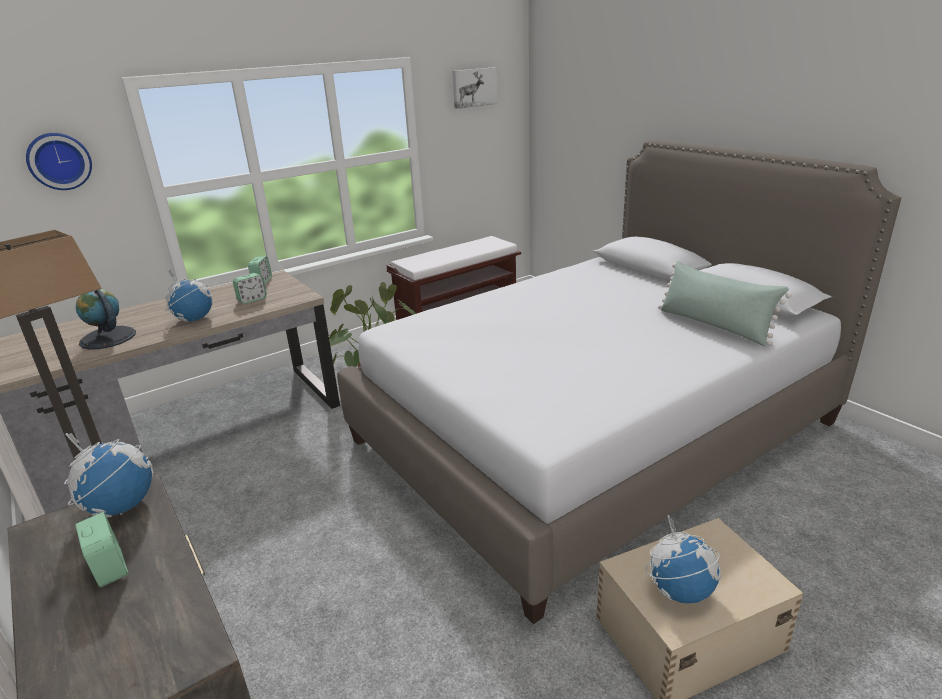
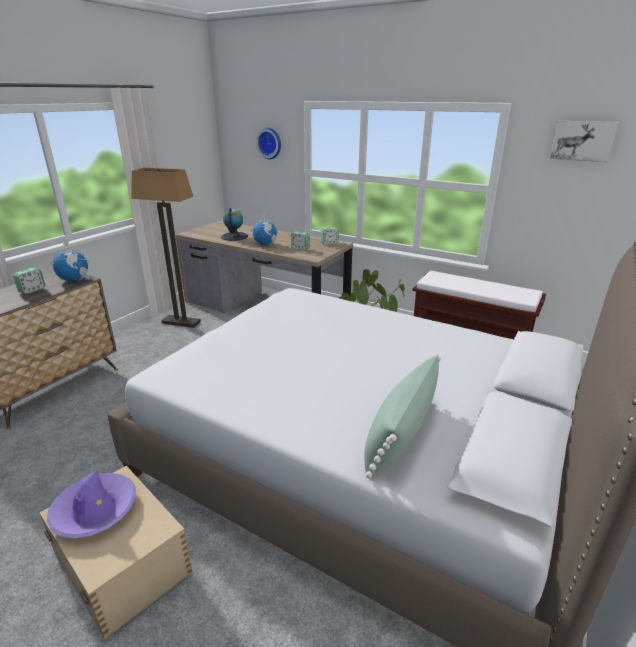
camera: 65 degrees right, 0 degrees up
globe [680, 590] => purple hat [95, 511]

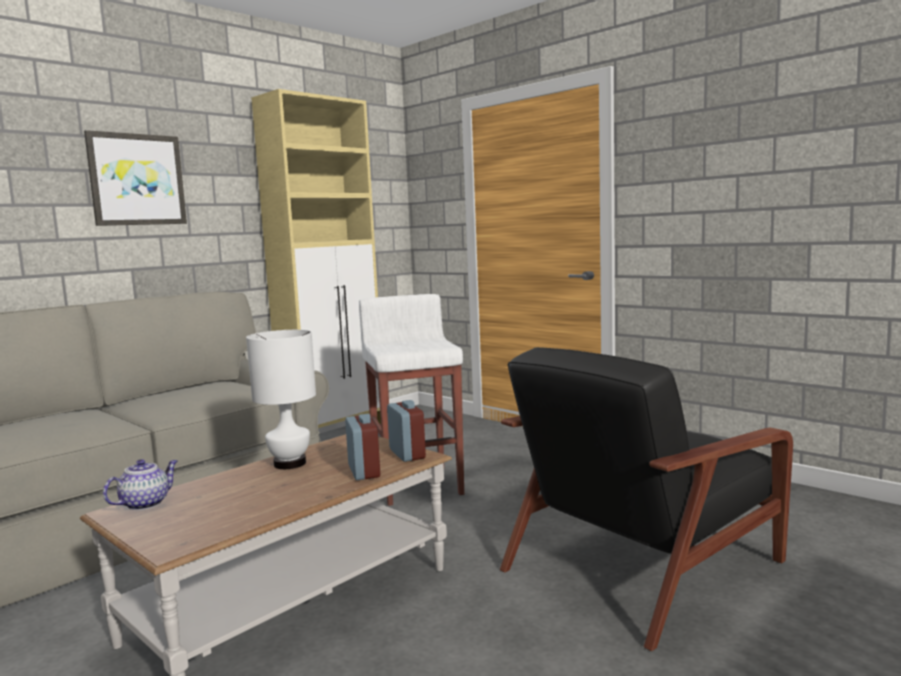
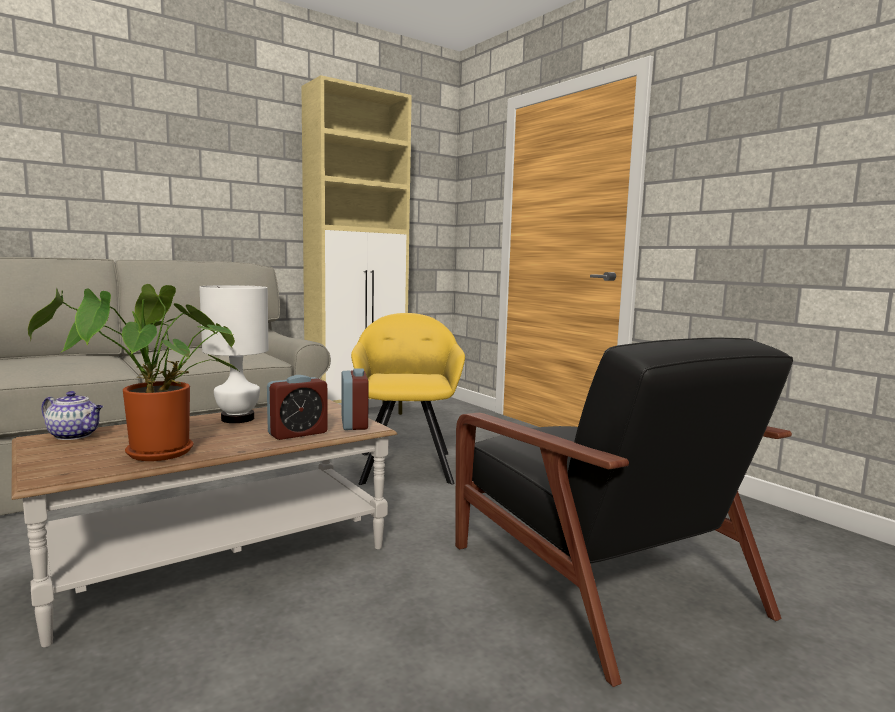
camera: 10 degrees right, 0 degrees up
picture [137, 180] => nothing
teapot [145, 503] => teapot [75, 435], 60 degrees clockwise
alarm clock [364, 471] => alarm clock [298, 433], 60 degrees clockwise
white stool [418, 484] => yellow armchair [406, 465]
black armchair [645, 563] => black armchair [596, 575], 90 degrees counterclockwise
nothing => potted plant [154, 455]

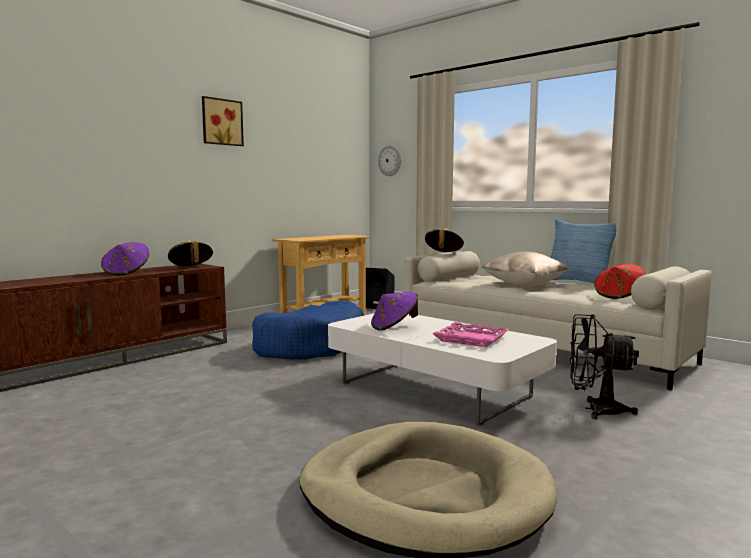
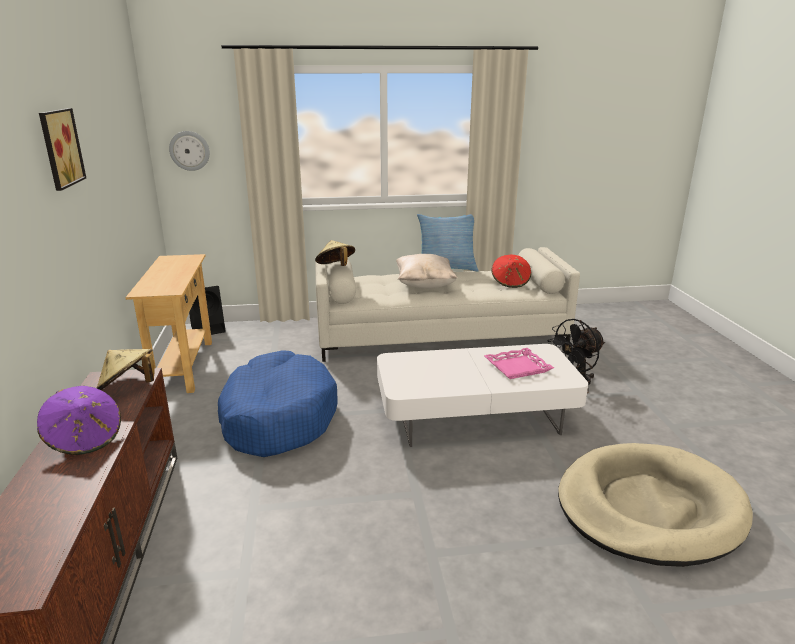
camera: 50 degrees left, 15 degrees up
purple hat [394, 327] => nothing

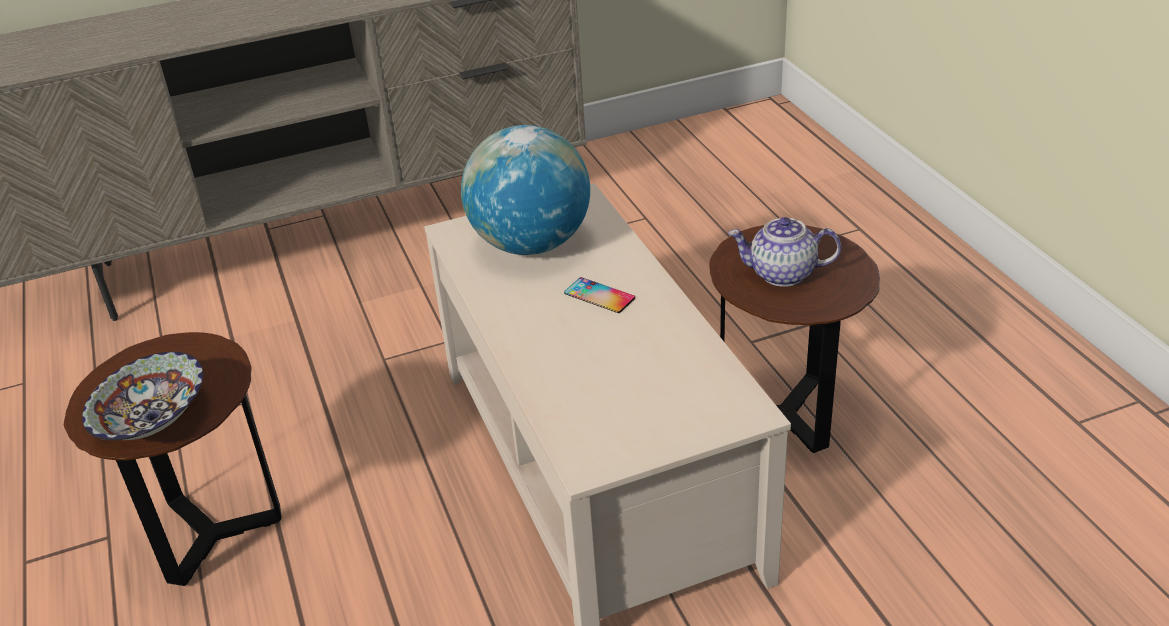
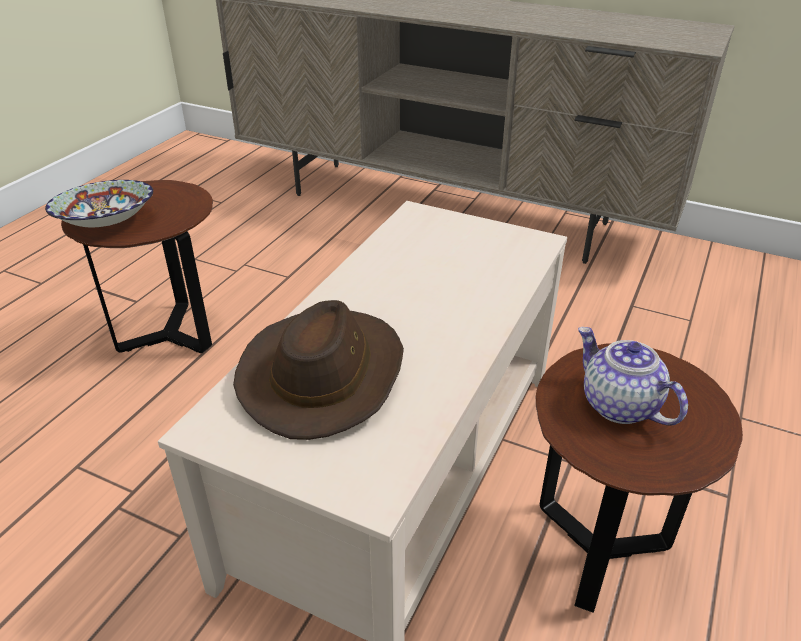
camera: 45 degrees right, 0 degrees up
globe [531, 244] => nothing
phone [599, 295] => nothing
nothing => brown hat [323, 373]

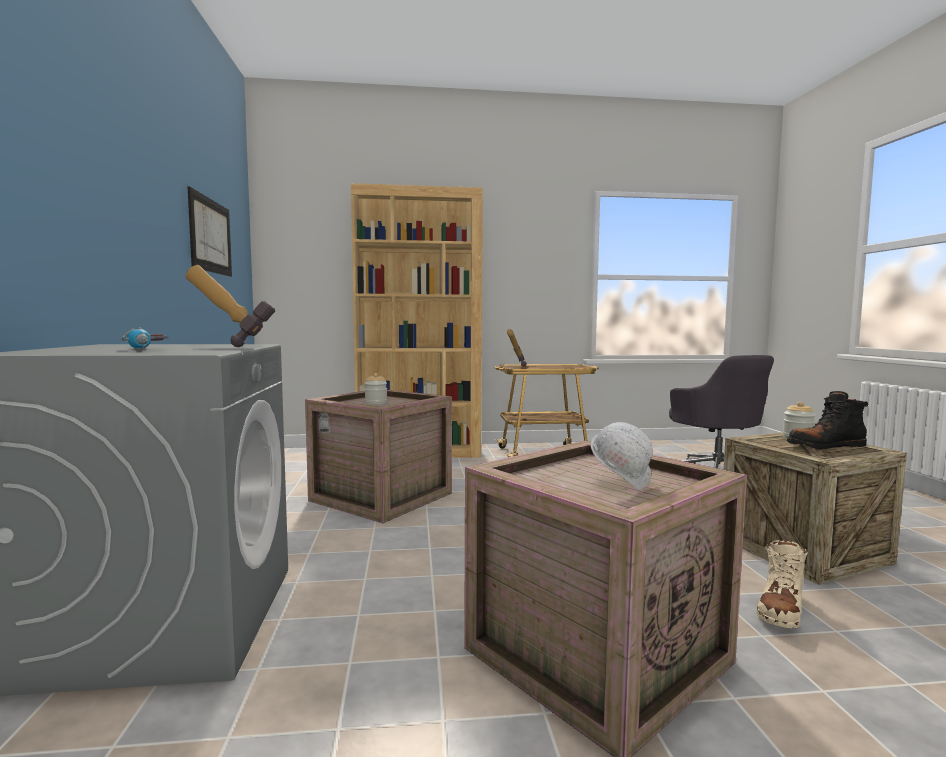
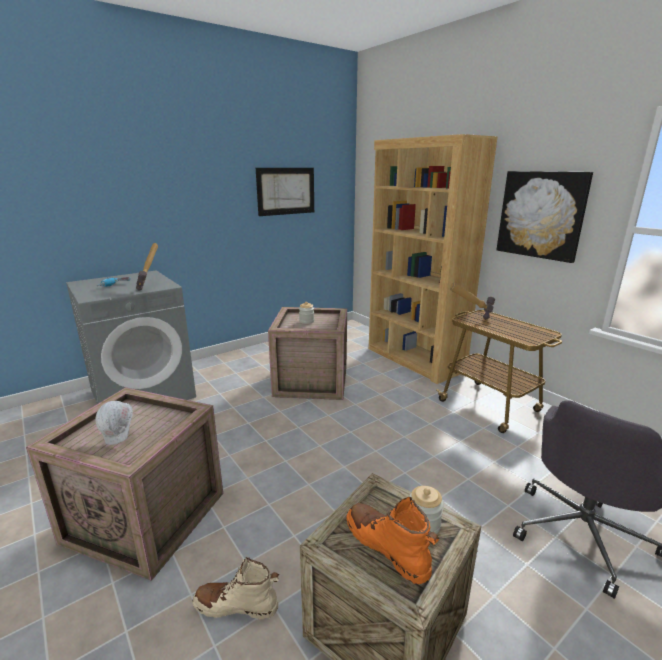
camera: 60 degrees right, 15 degrees up
black boot [825, 447] => orange boot [387, 547]
nothing => picture [541, 215]

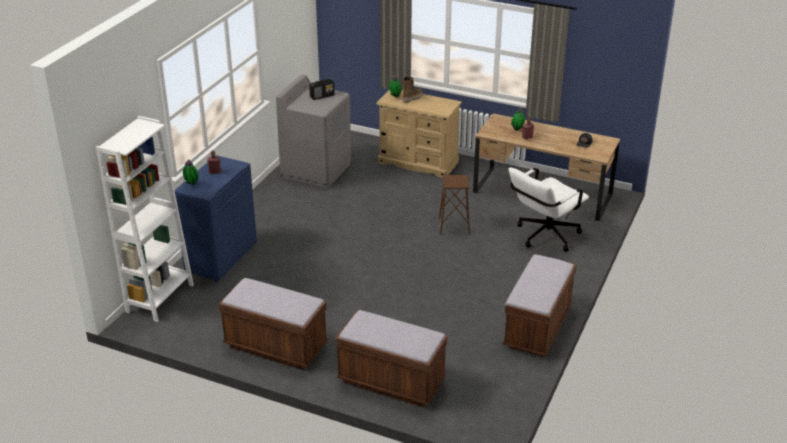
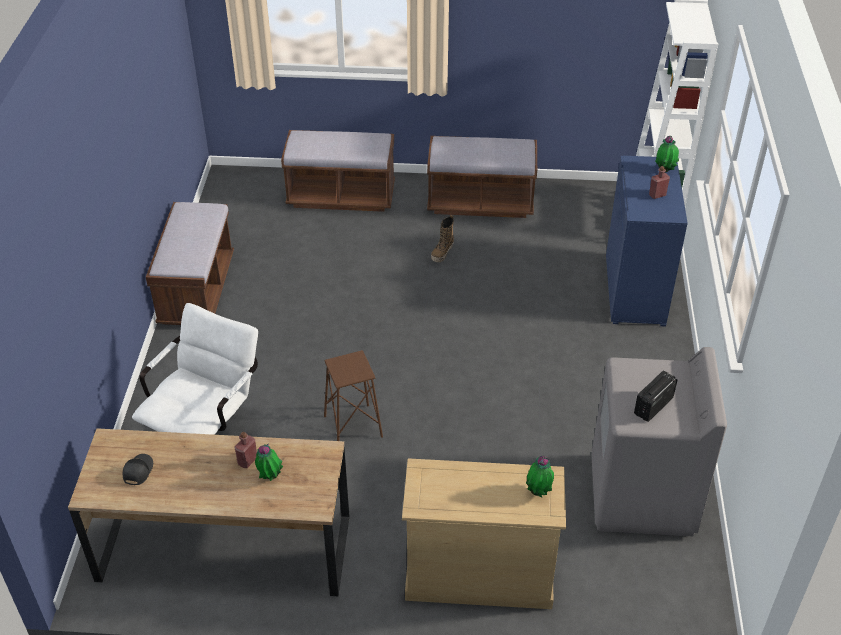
camera: 160 degrees right, 10 degrees up
boot [412, 98] => boot [442, 253], move

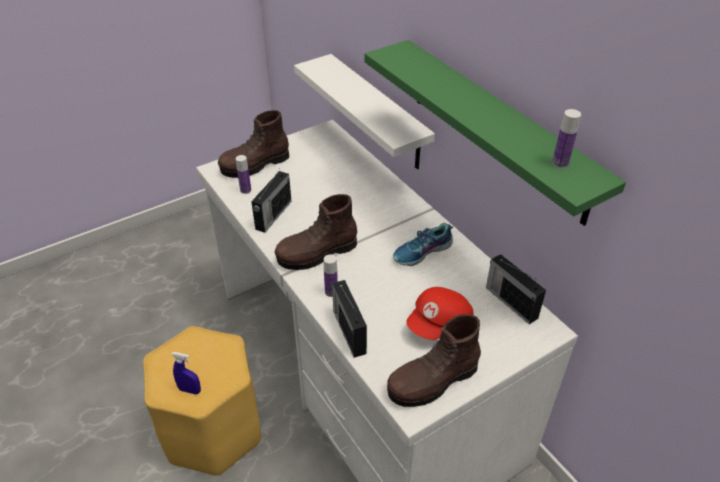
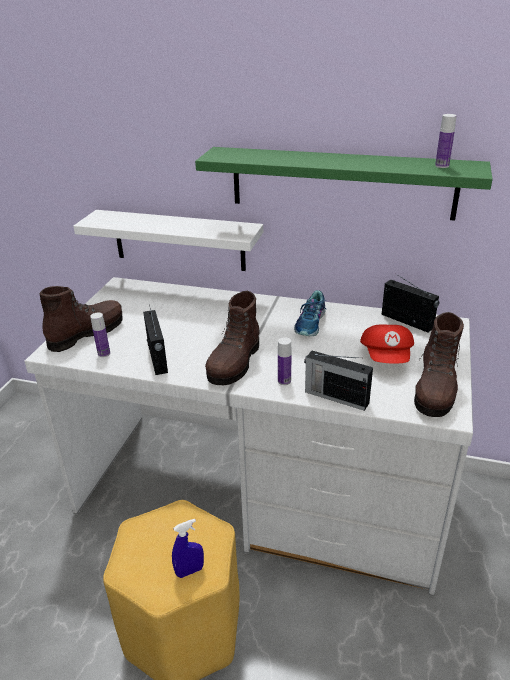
camera: 40 degrees left, 10 degrees down
brown boot [255, 165] => brown boot [86, 333], 150 degrees counterclockwise
radio [510, 301] => radio [408, 321], 150 degrees counterclockwise

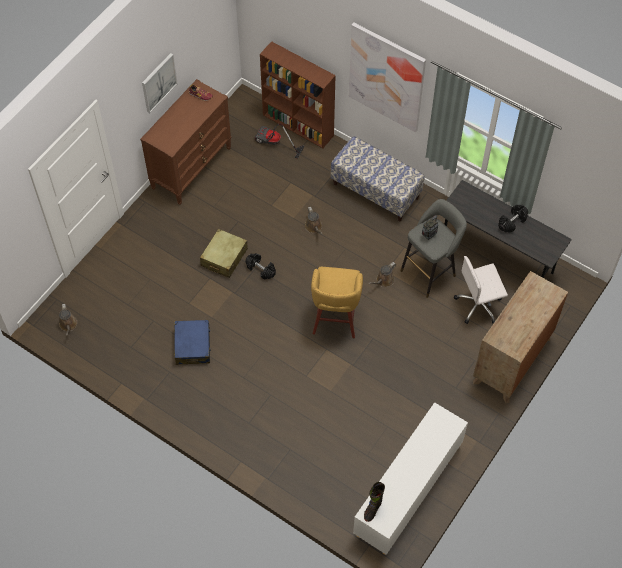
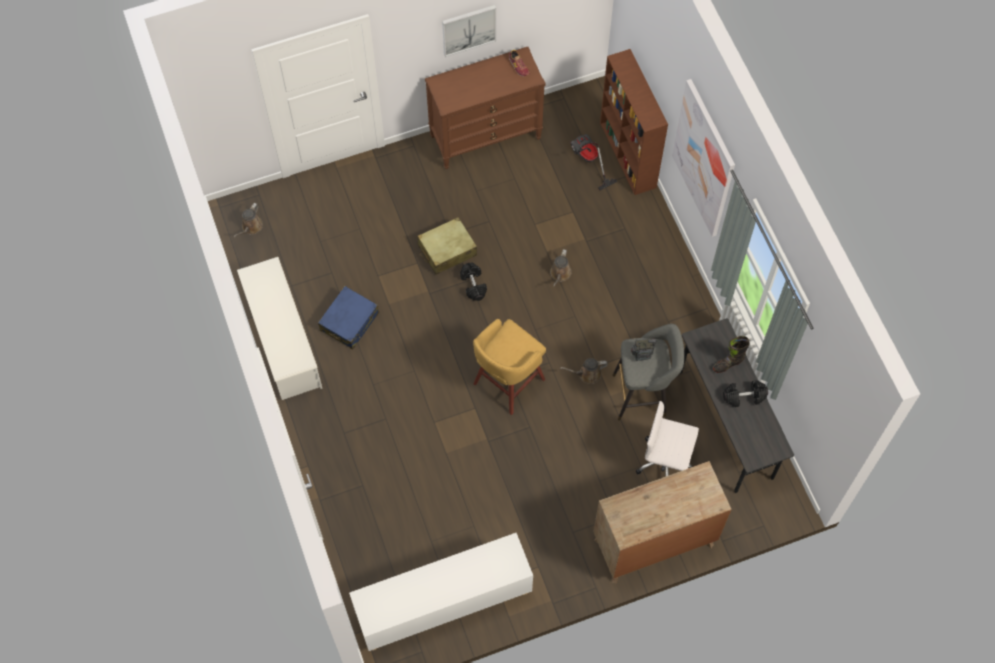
camera: 35 degrees right, 5 degrees up
bench [376, 191] => nothing
black boot [373, 508] => black boot [728, 364], move
nothing => white shoe rack [283, 342]

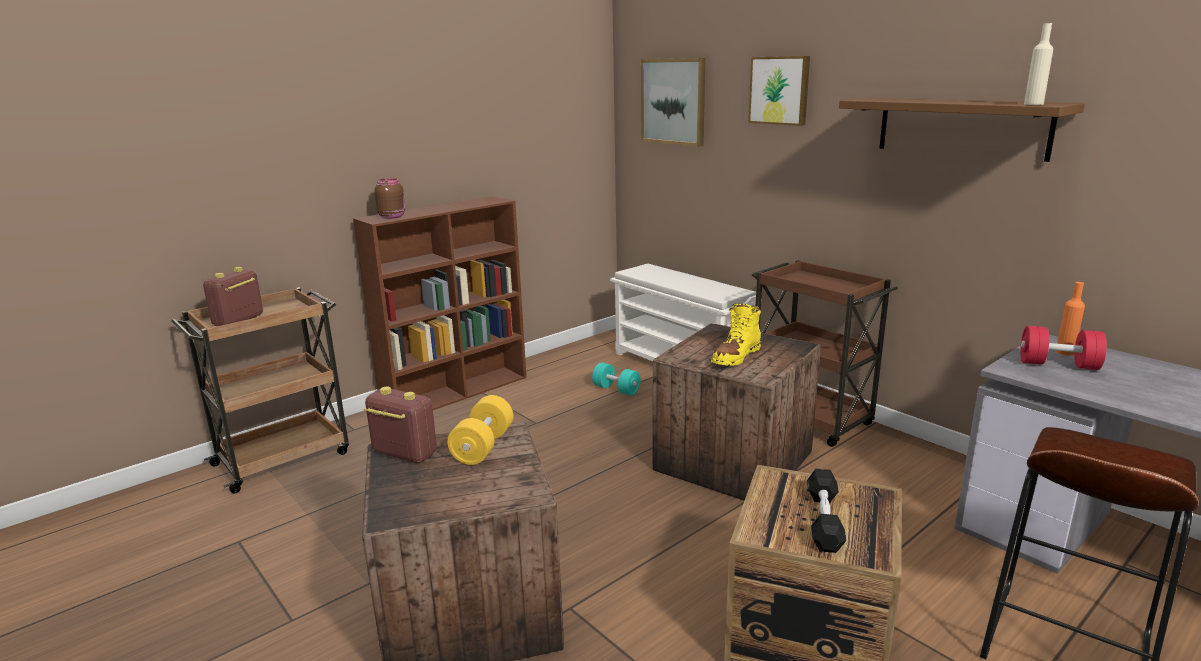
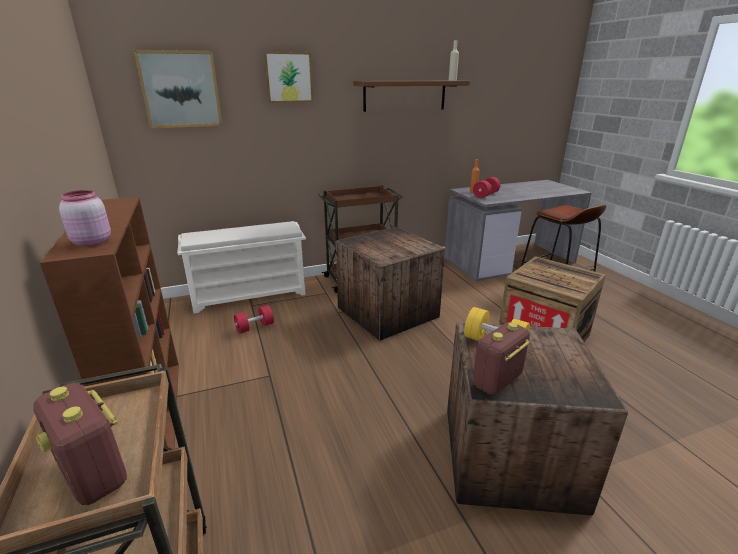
camera: 70 degrees left, 5 degrees up
brown jar [392, 216] => pink jar [92, 242]
turquoise dumbbell [616, 389] => red dumbbell [255, 327]
yellow boot [736, 357] => nothing
black dumbbell [824, 520] => nothing

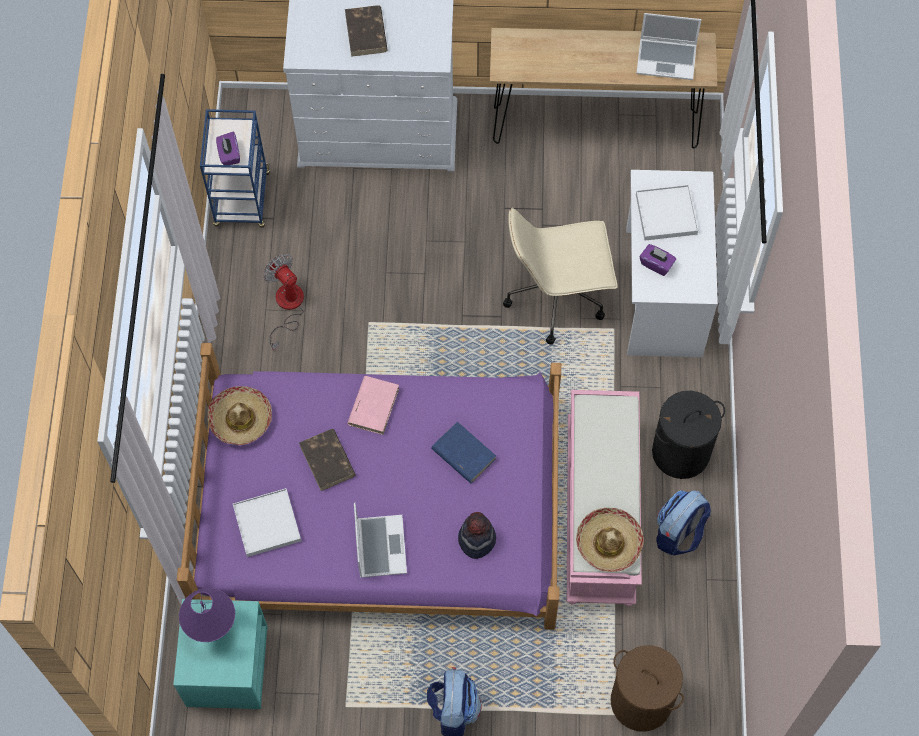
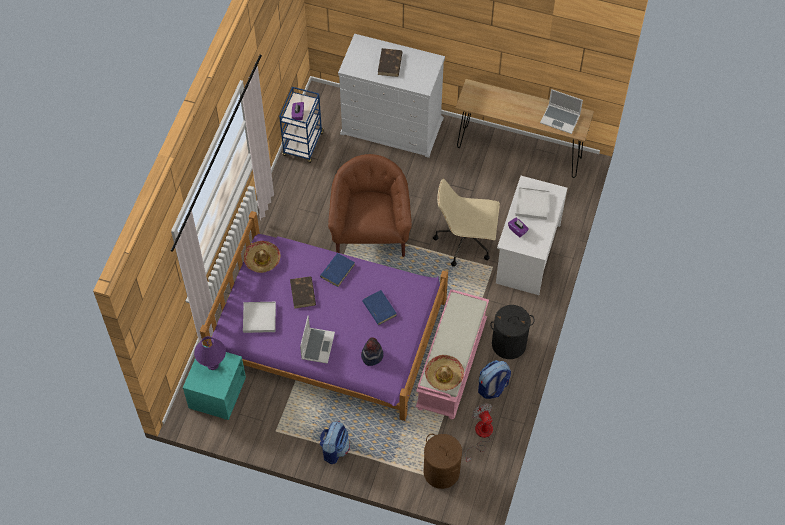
camera: 15 degrees right, 5 degrees down
fan [287, 307] => fan [481, 435], move
pink book [373, 406] => blue book [337, 270]
nothing => brown armchair [370, 231]

